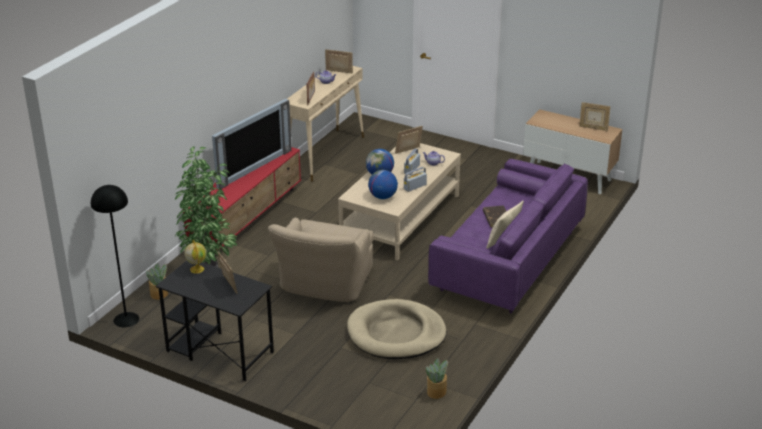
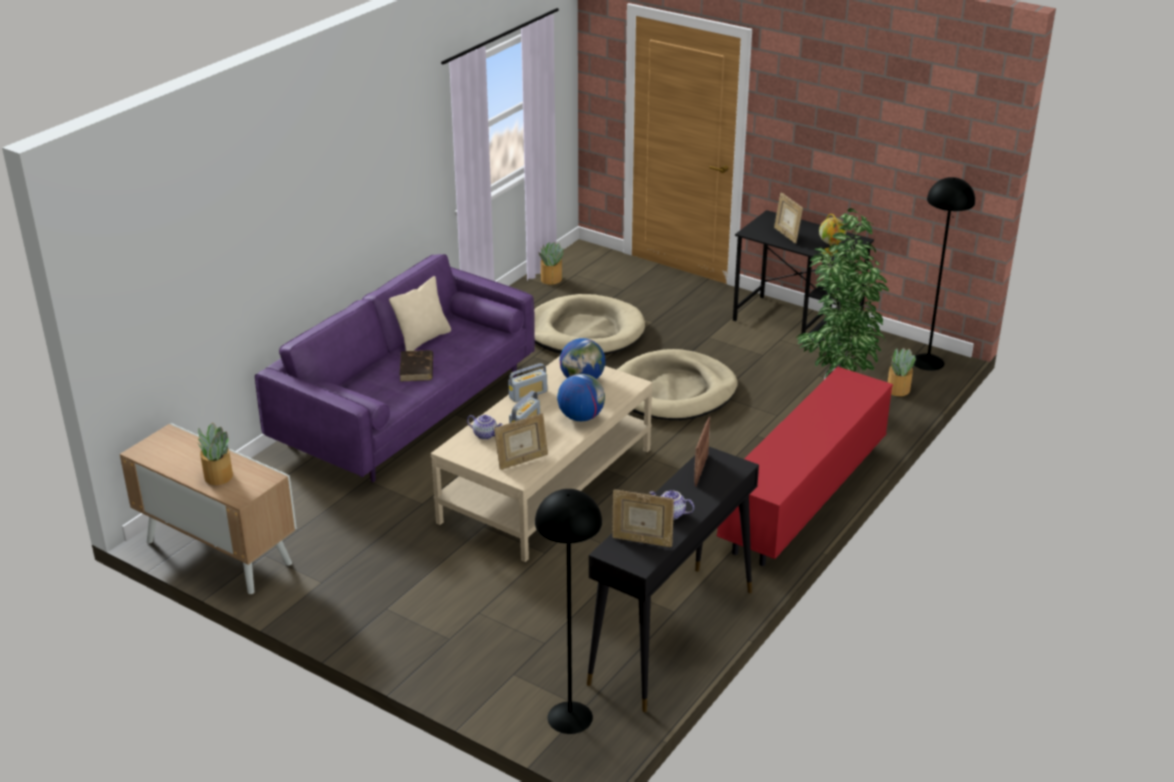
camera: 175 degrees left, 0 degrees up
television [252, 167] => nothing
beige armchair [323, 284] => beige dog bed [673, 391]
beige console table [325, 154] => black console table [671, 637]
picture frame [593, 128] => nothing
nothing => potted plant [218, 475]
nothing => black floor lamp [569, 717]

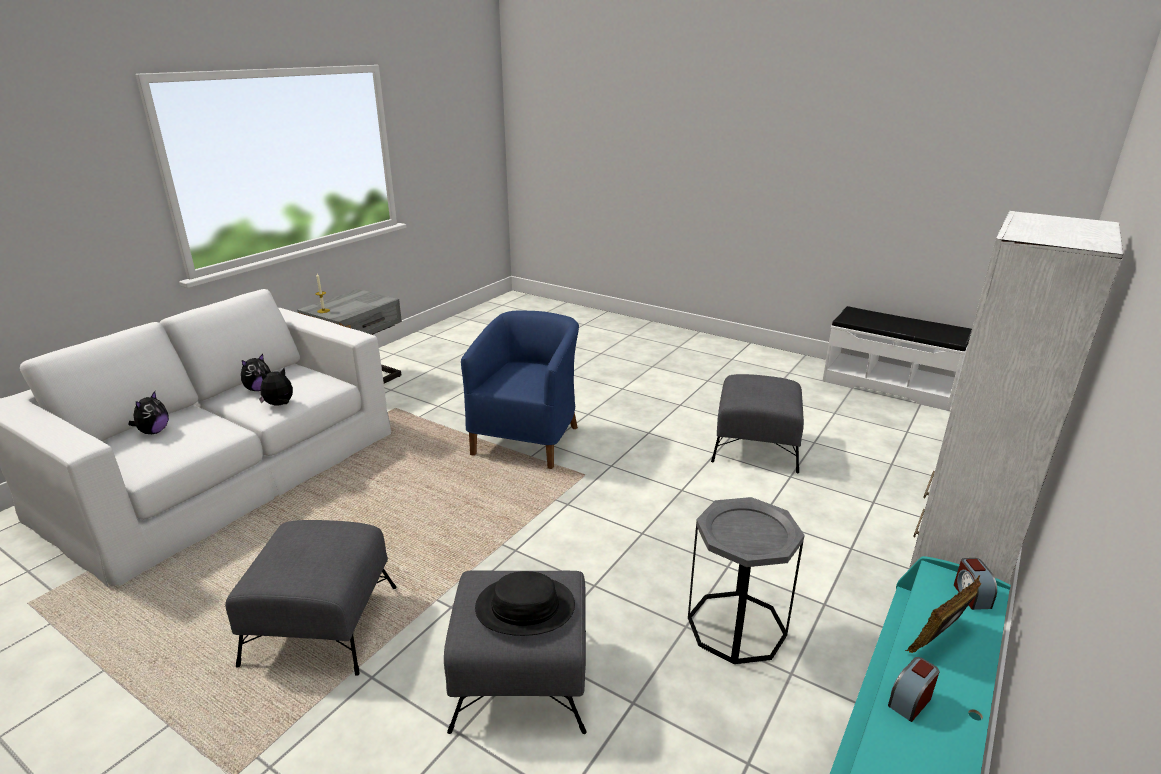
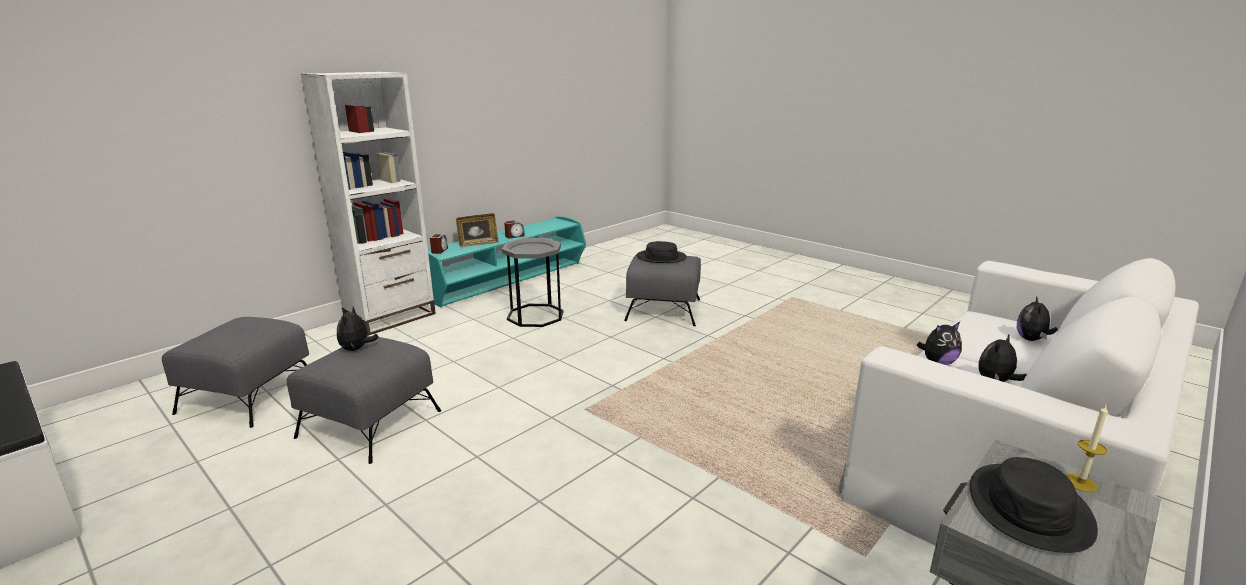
camera: 170 degrees left, 5 degrees down
grey ottoman [322, 624] => grey ottoman [248, 397], move
blue armchair [528, 438] => nothing
nothing => plush toy [357, 349]
nothing => black hat [1029, 508]

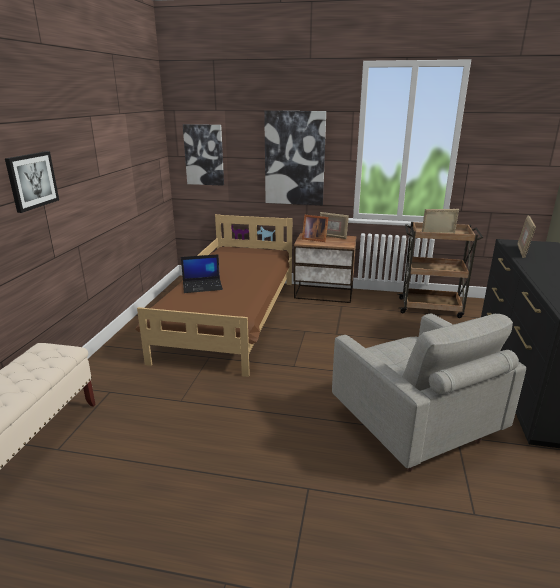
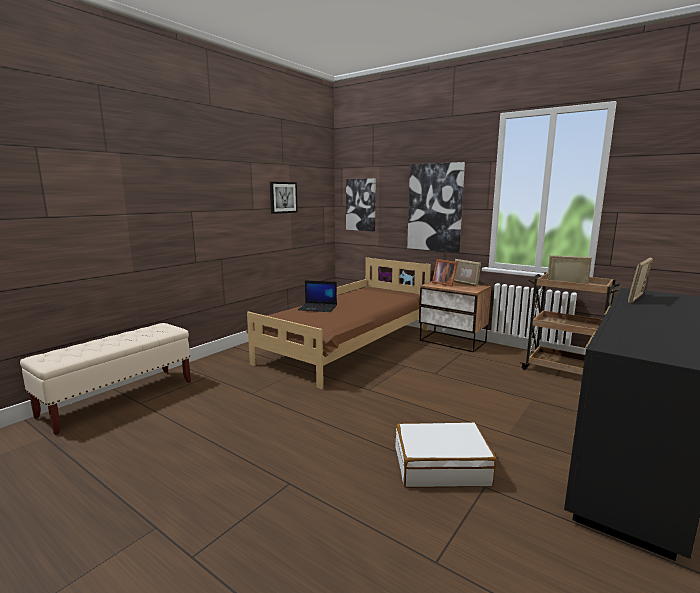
camera: 25 degrees right, 10 degrees down
picture [32, 180] => picture [283, 197], move
grey armchair [413, 428] => white suitcase [441, 466]

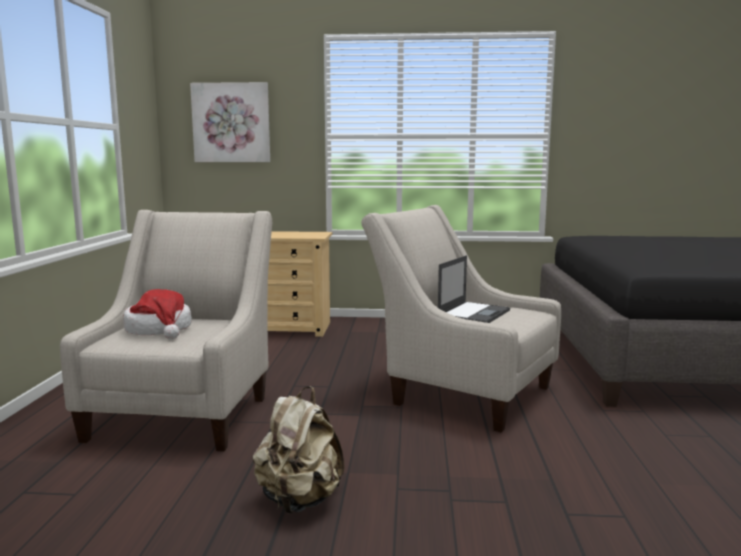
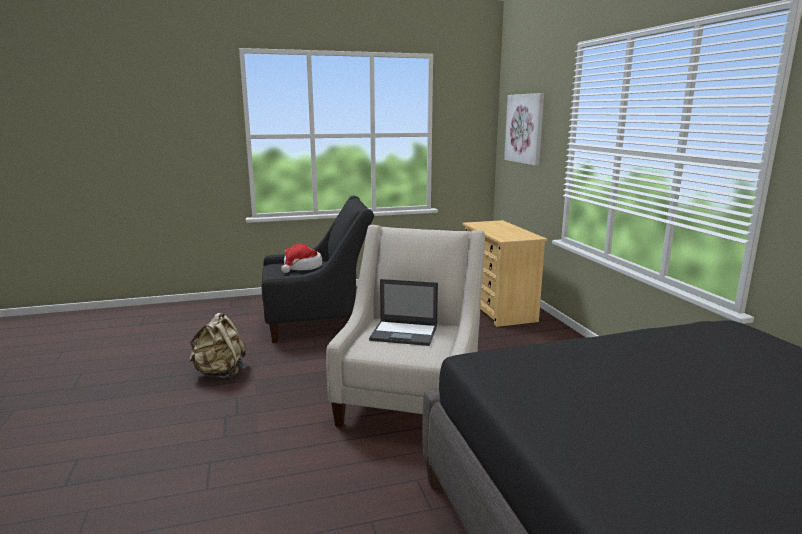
camera: 70 degrees right, 5 degrees up
beige armchair [185, 413] => black armchair [318, 322]

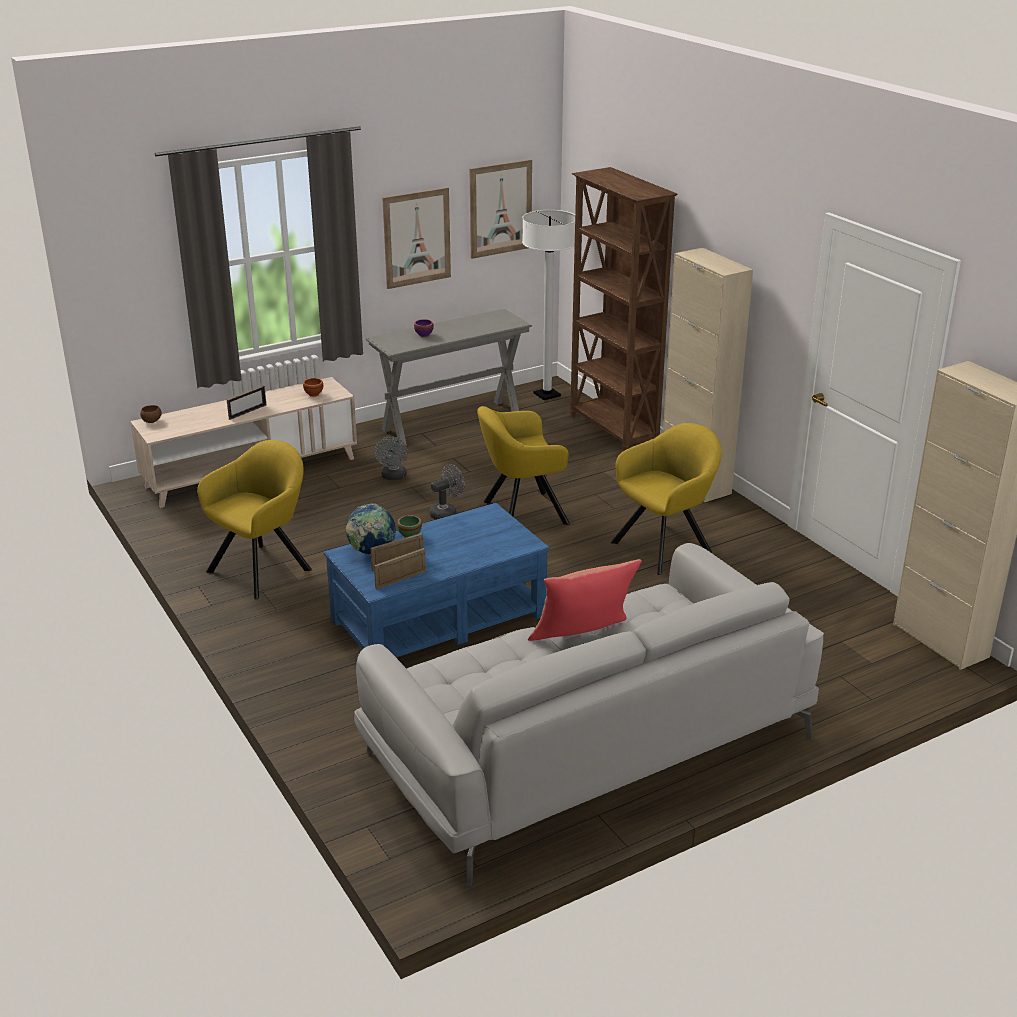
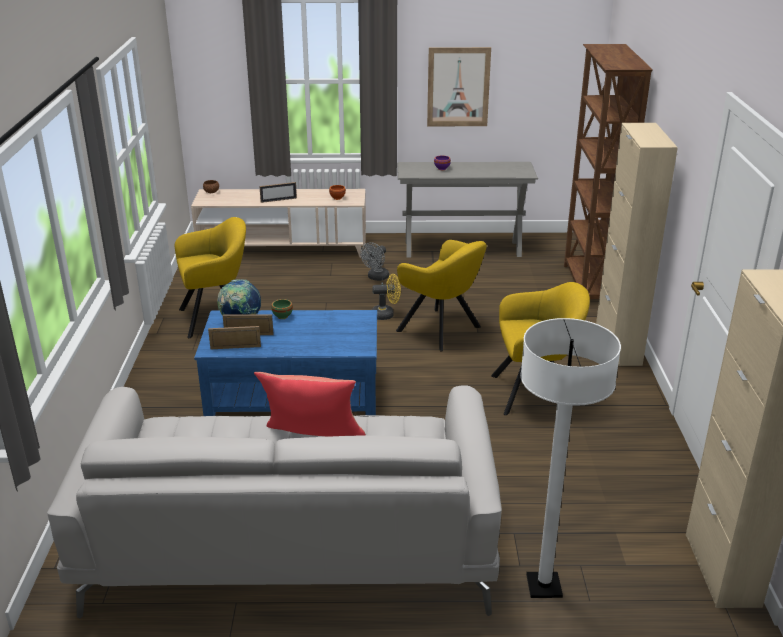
camera: 30 degrees right, 0 degrees up
grey fan [447, 513] => yellow fan [386, 314]
picture [500, 209] => nothing
yellow armchair [520, 513] => yellow armchair [442, 330], 150 degrees counterclockwise
white floor lamp [547, 395] => white floor lamp [544, 586], move

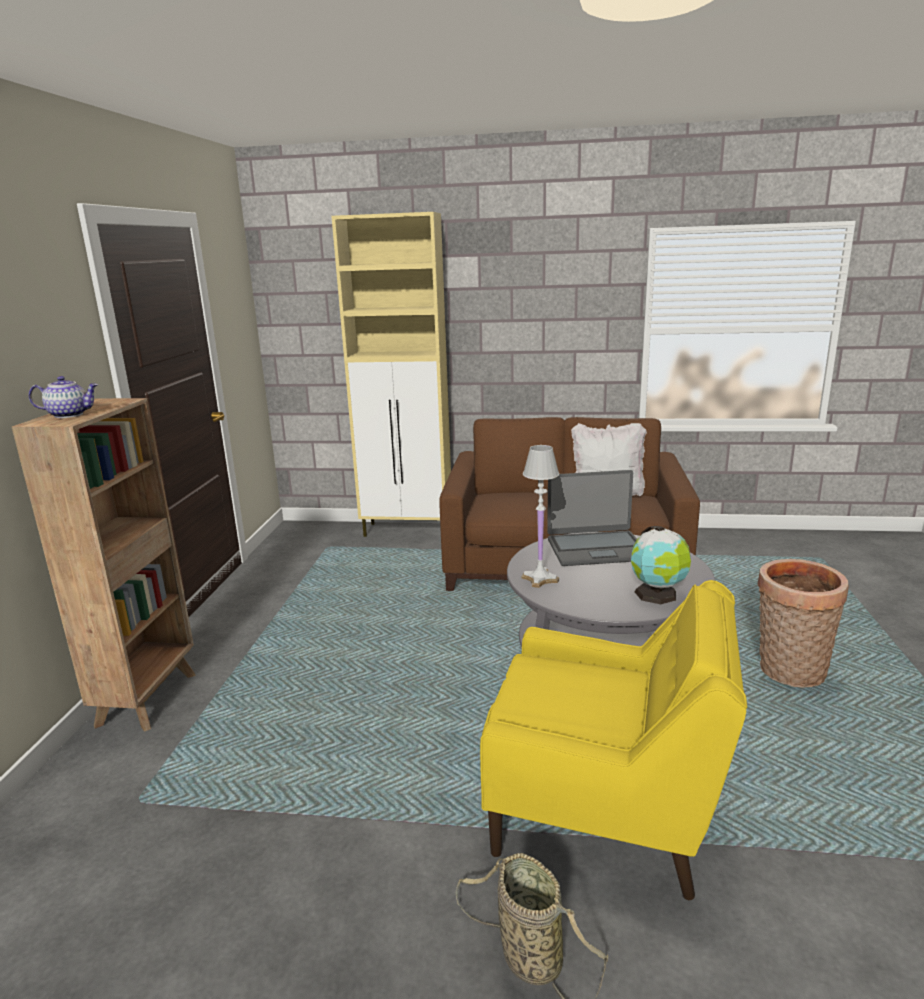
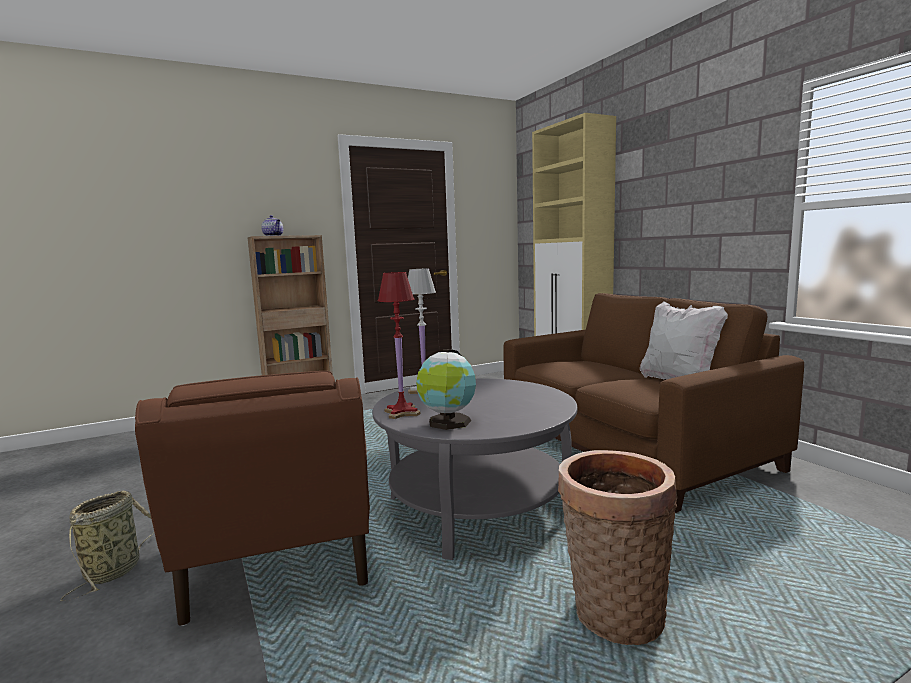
camera: 55 degrees right, 10 degrees down
yellow armchair [605, 809] => brown armchair [278, 559]
laptop [596, 549] => nothing
nothing => red table lamp [402, 412]

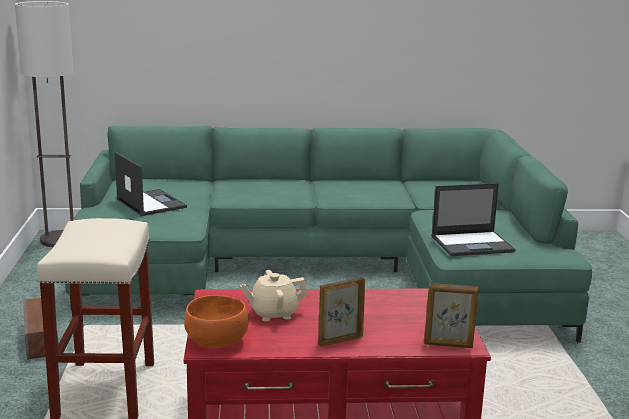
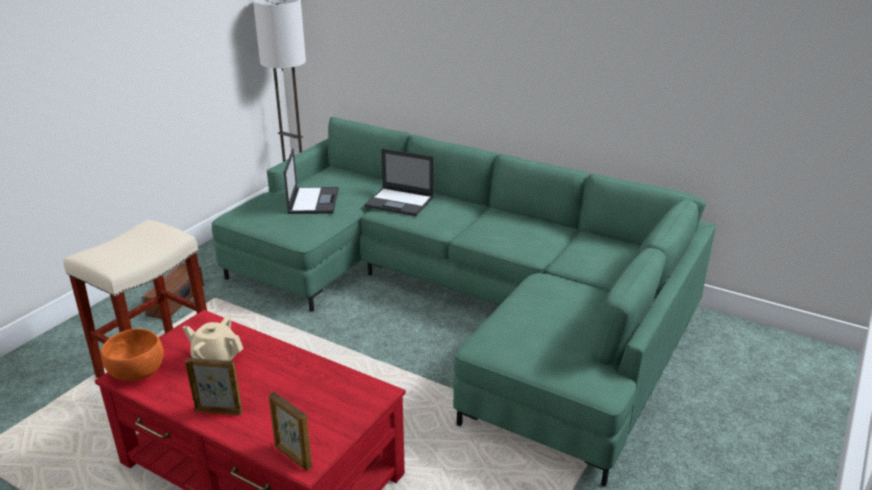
camera: 35 degrees right, 10 degrees up
laptop [473, 244] => laptop [400, 202], move

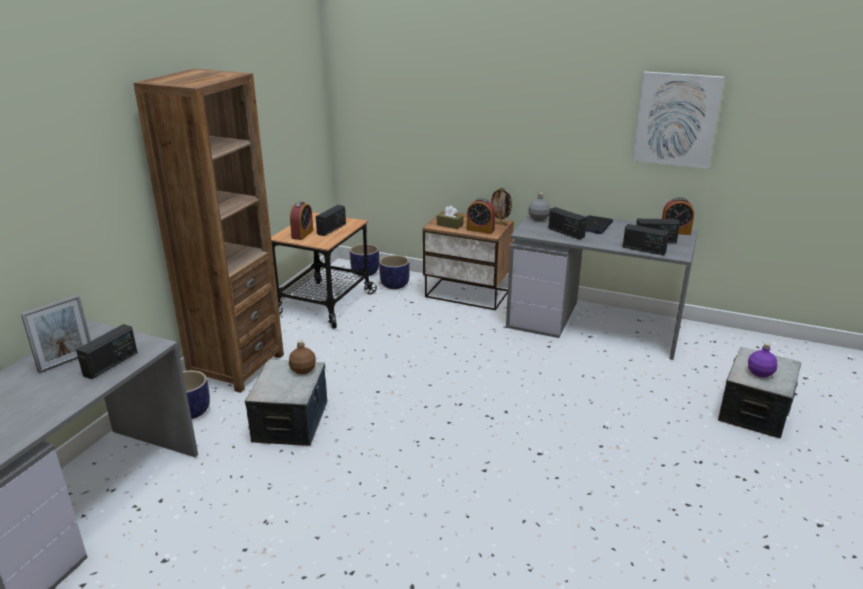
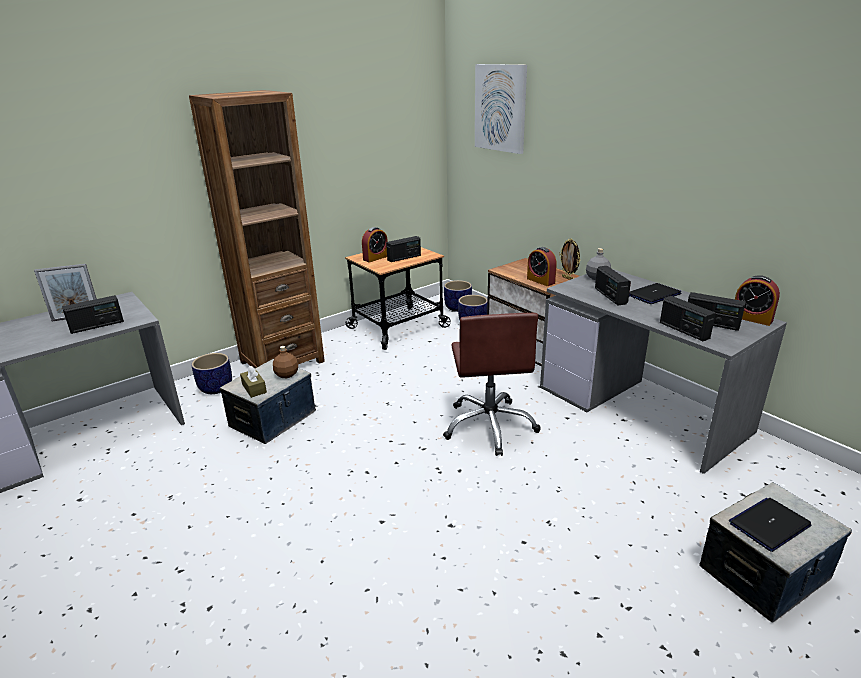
camera: 30 degrees right, 0 degrees up
brown tissue box [450, 225] => brown tissue box [254, 388], move
picture [676, 119] => picture [500, 108], move
purple bottle [760, 373] => laptop [769, 524]
nothing => brown office chair [490, 426]

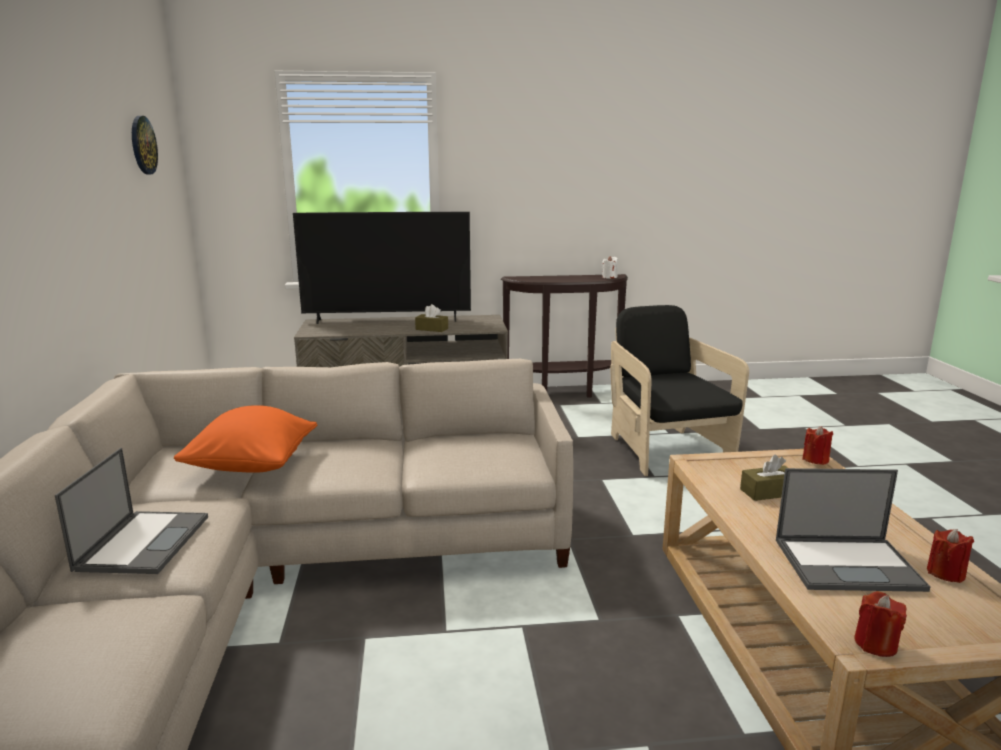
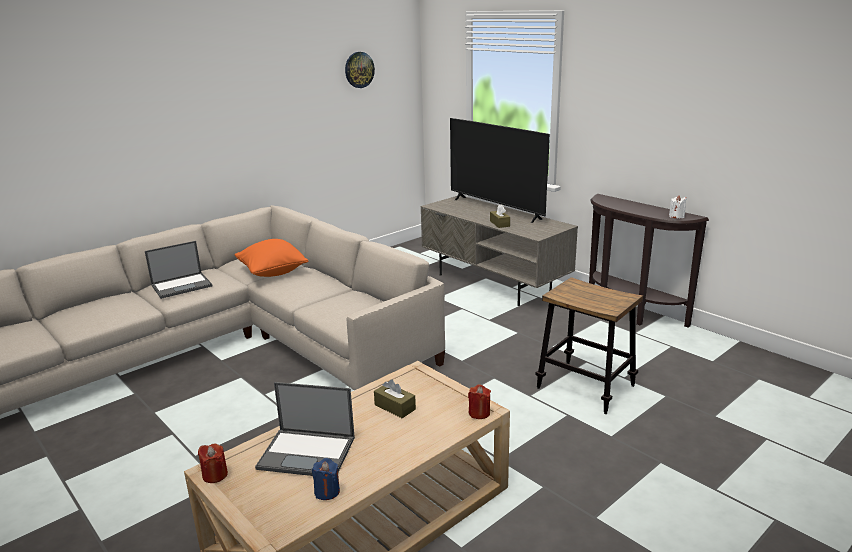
camera: 55 degrees right, 5 degrees up
black armchair [667, 451] => stool [585, 387]
laptop [849, 564] => laptop [308, 453], 45 degrees counterclockwise
red candle [945, 573] => blue candle [327, 491]

